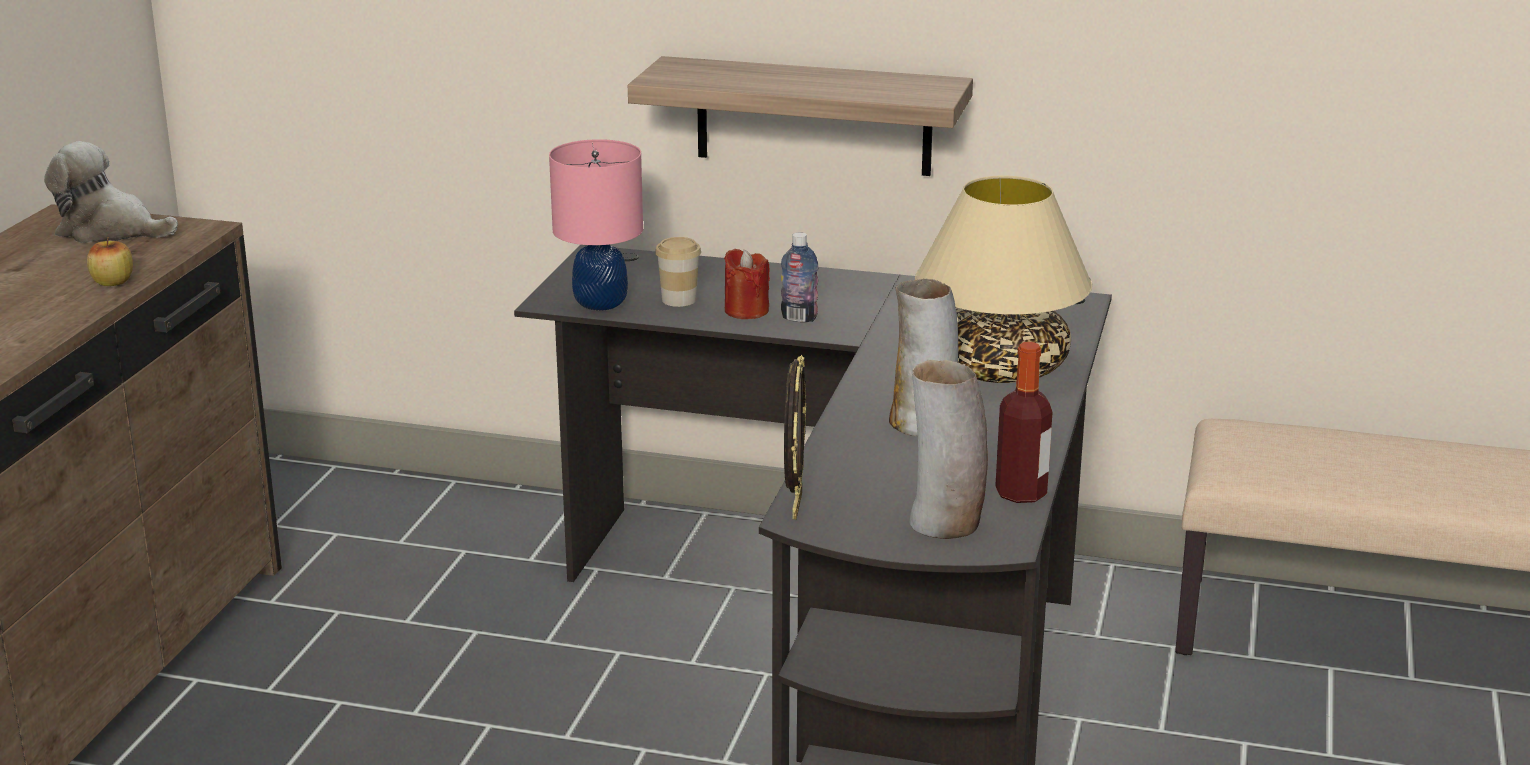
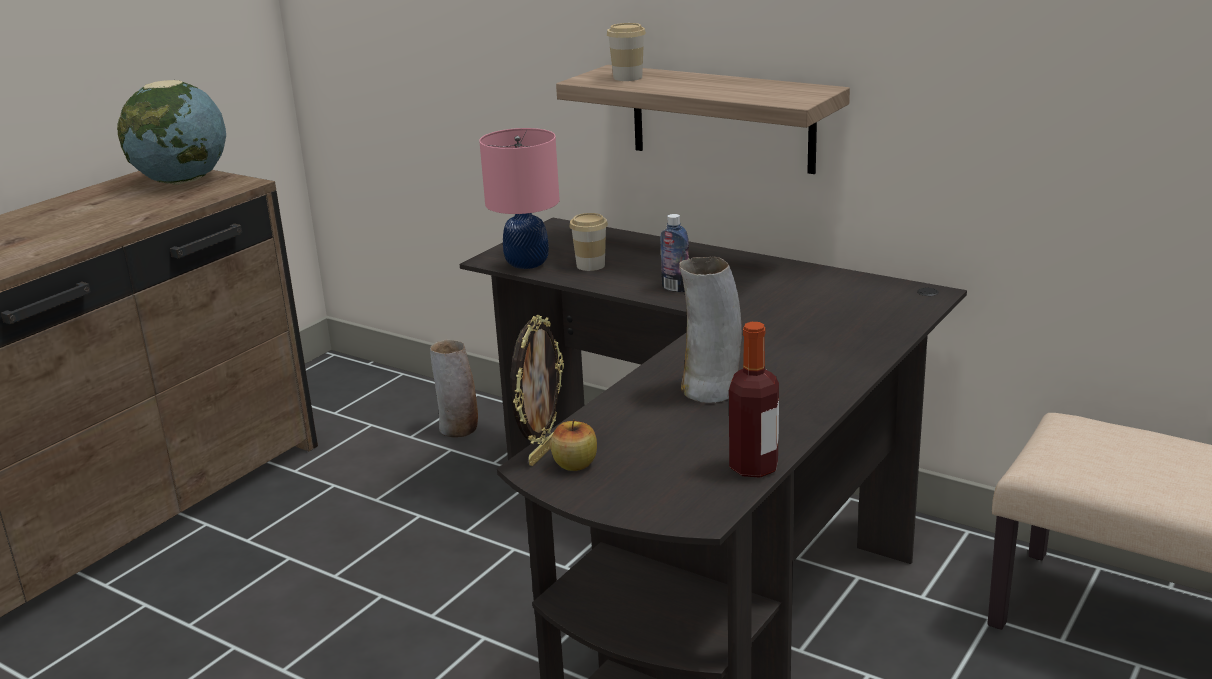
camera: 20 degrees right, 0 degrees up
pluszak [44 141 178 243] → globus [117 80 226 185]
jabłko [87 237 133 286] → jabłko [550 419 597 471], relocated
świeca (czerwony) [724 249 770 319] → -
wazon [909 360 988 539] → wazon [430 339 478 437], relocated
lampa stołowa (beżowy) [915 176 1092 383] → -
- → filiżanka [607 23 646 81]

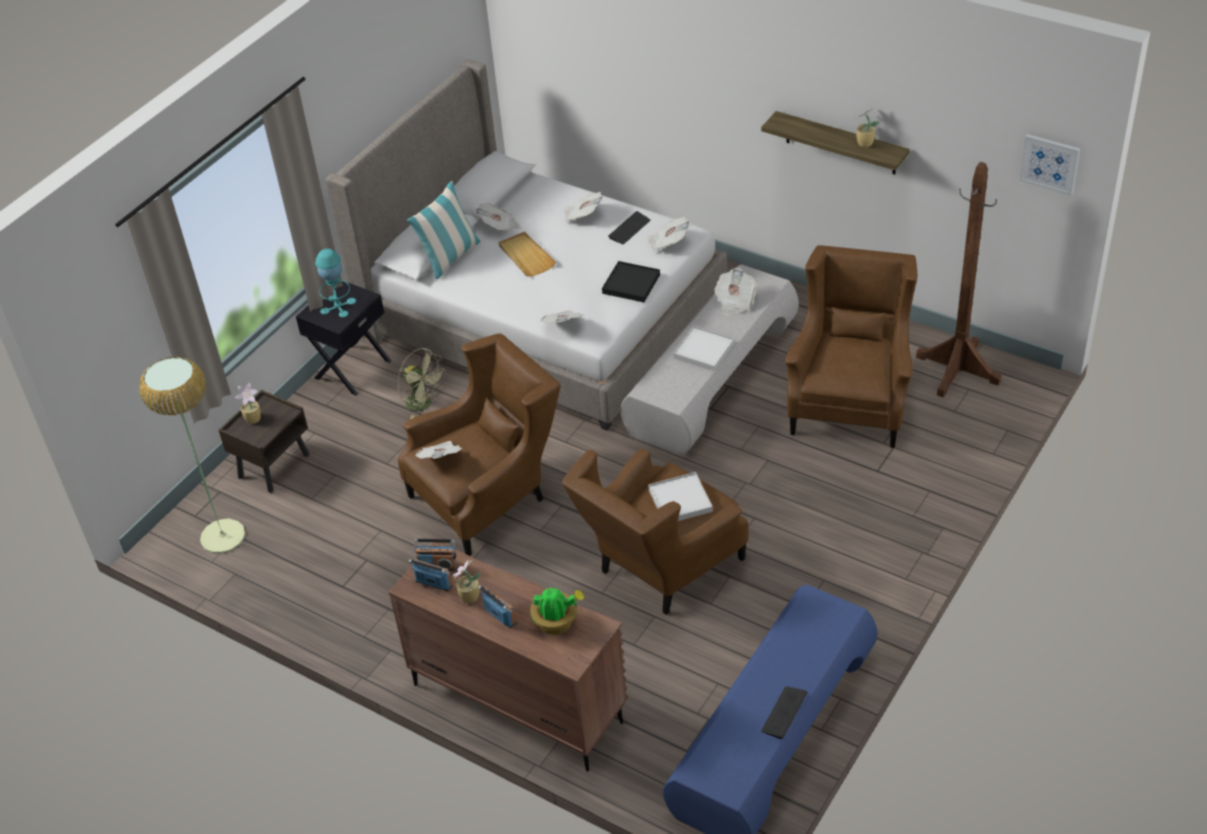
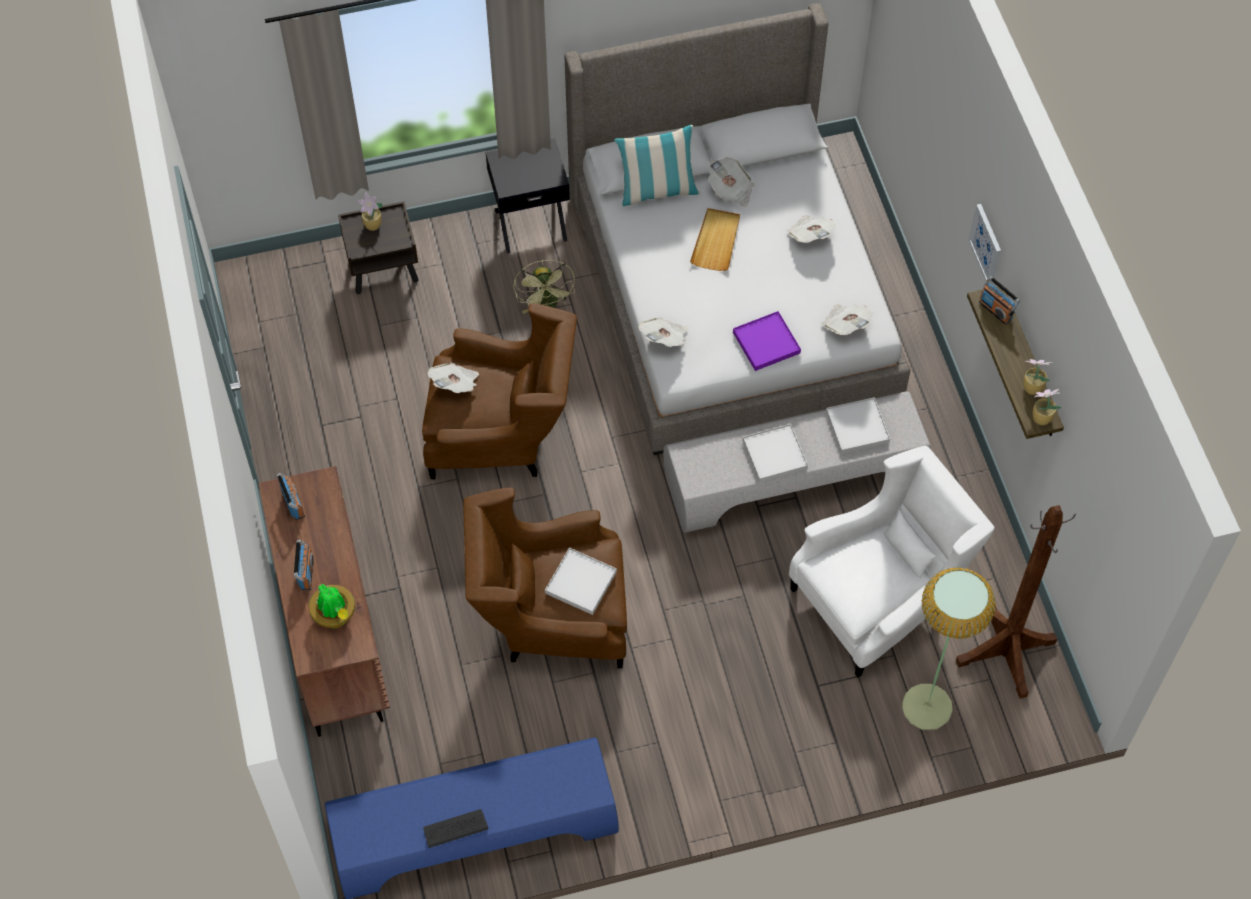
camera: 40 degrees right, 15 degrees up
lampa stojąca [139 357 246 554] → lampa stojąca [902 568 996 730], relocated
lampa stołowa (turkusowy) [315 249 356 317] → -
radio [414 539 457 571] → radio [979 276 1020 325], relocated
roślina doniczkowa [452 559 481 603] → roślina doniczkowa [1033 389 1062 425], relocated
taca (czarny) [602 261 660 302] → taca (fioletowy) [733 311 801 371]
klawiatura [608 211 650 244] → -
gazeta [714 268 757 316] → taca (biały) [826 397 890 454]
fotel (brązowy) [785 245 917 448] → fotel (biały) [789 446 995 677]
obraz [1020 134 1080 196] → obraz [968 204 1001 284], relocated

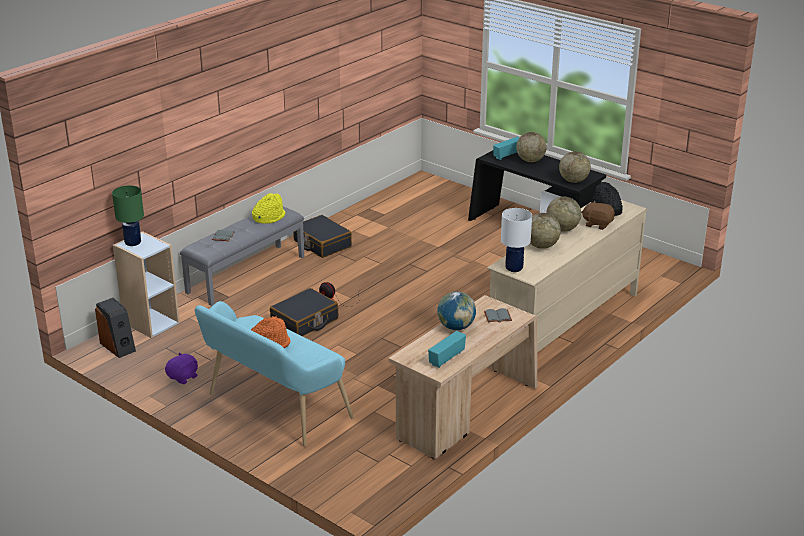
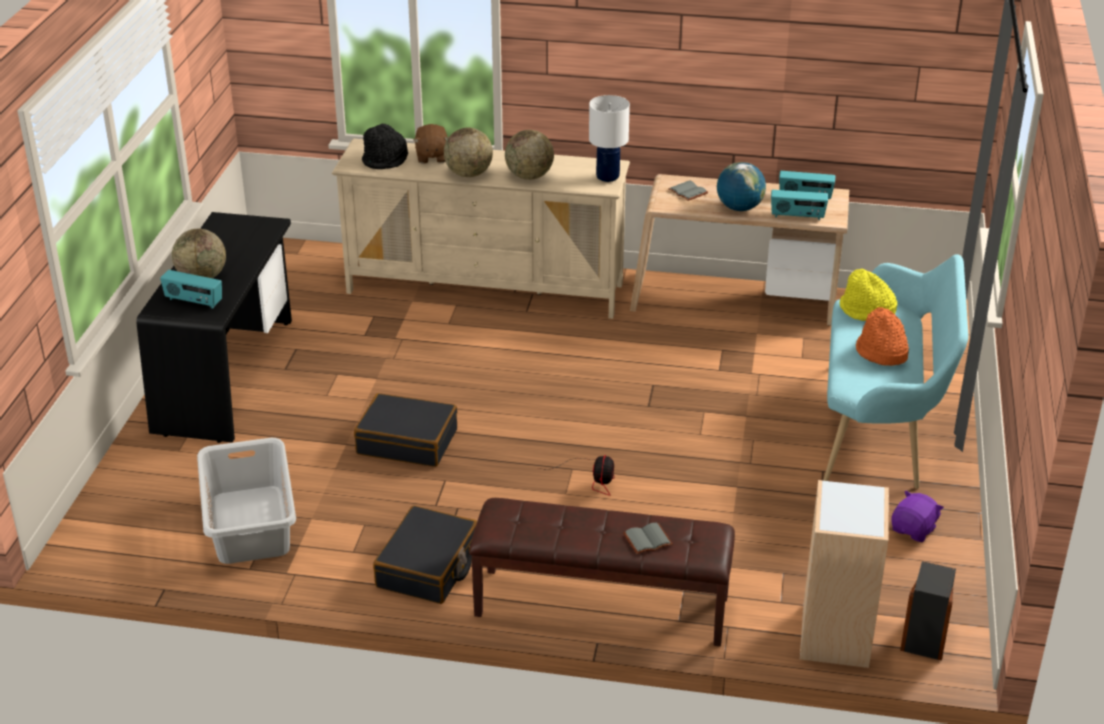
camera: 120 degrees left, 5 degrees up
lampa stołowa (zielony) [112 185 144 246] → -
pluszak (fioletowy) [165 353 198 384] → pluszak (fioletowy) [891 490 944 542], 120 degrees clockwise
ławka (szary) [180 207 304 306] → ławka (brązowy) [469 498 735 646]
kapelusz (żółty) [252 193 285 224] → kapelusz (żółty) [840 269 897 321], relocated
walizka (czarny) [270 288 338 336] → walizka (czarny) [354 393 457 467], relocated
globus [559 151 591 183] → -
- → kosz na pranie (szary) [197 438 296 564]
- → radio [771 190 828 220]

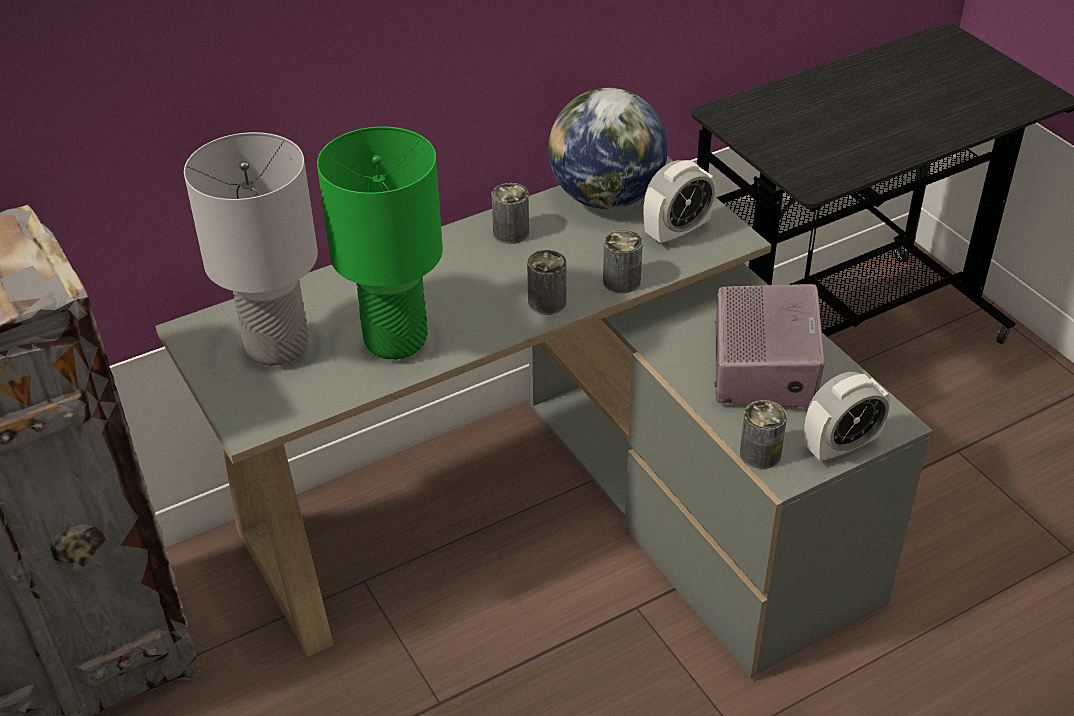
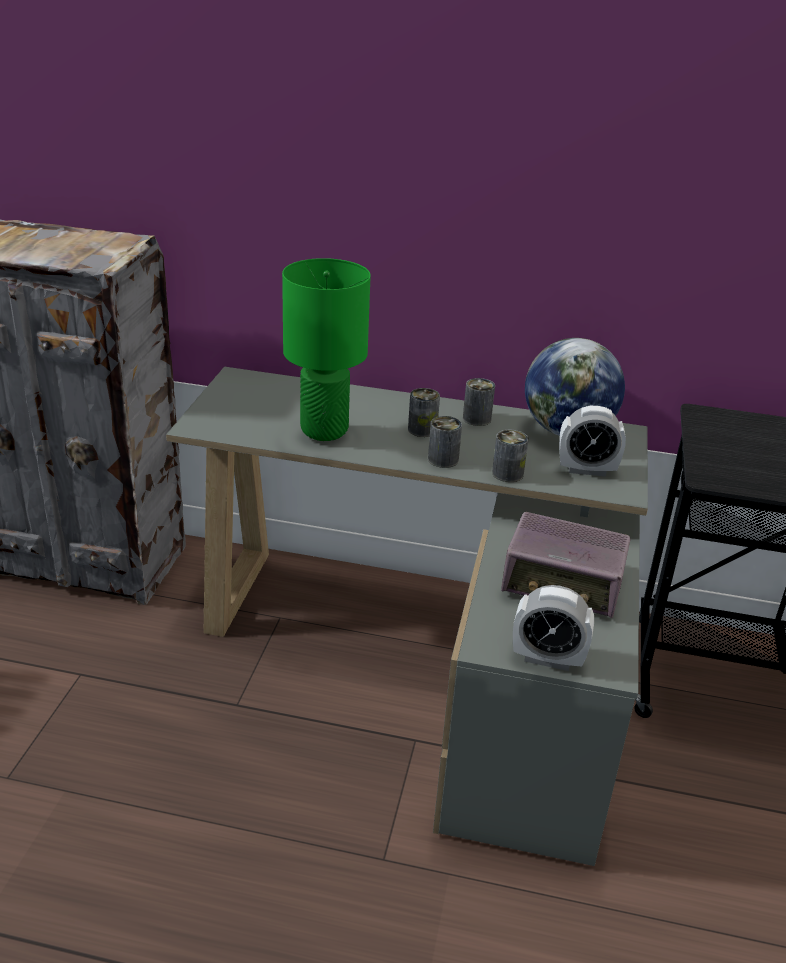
camera: 40 degrees right, 10 degrees down
lampa stołowa (szary) [184 132 318 366] → -
radio [715 284 825 408] → radio [501 512 631 618], 60 degrees clockwise
puszka [740 400 787 469] → puszka [408 388 440 437], relocated

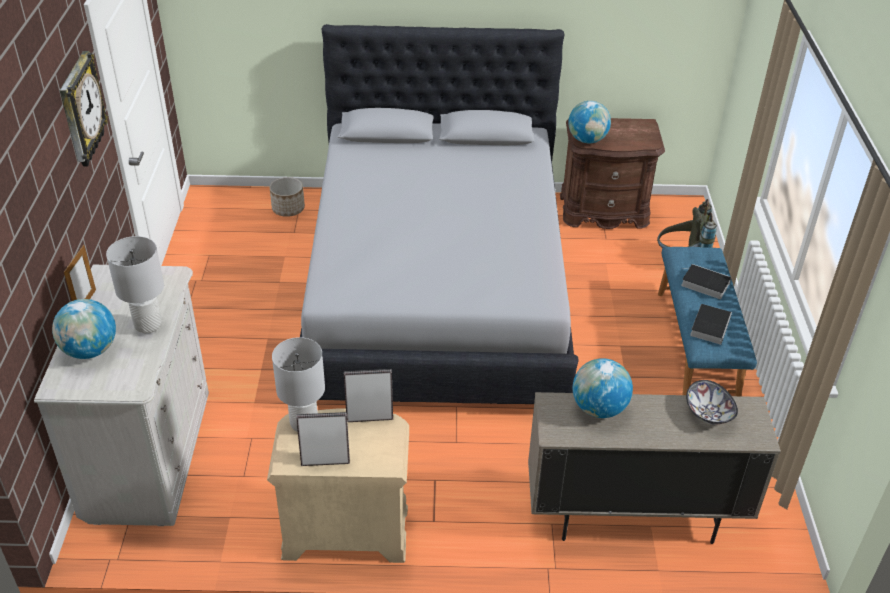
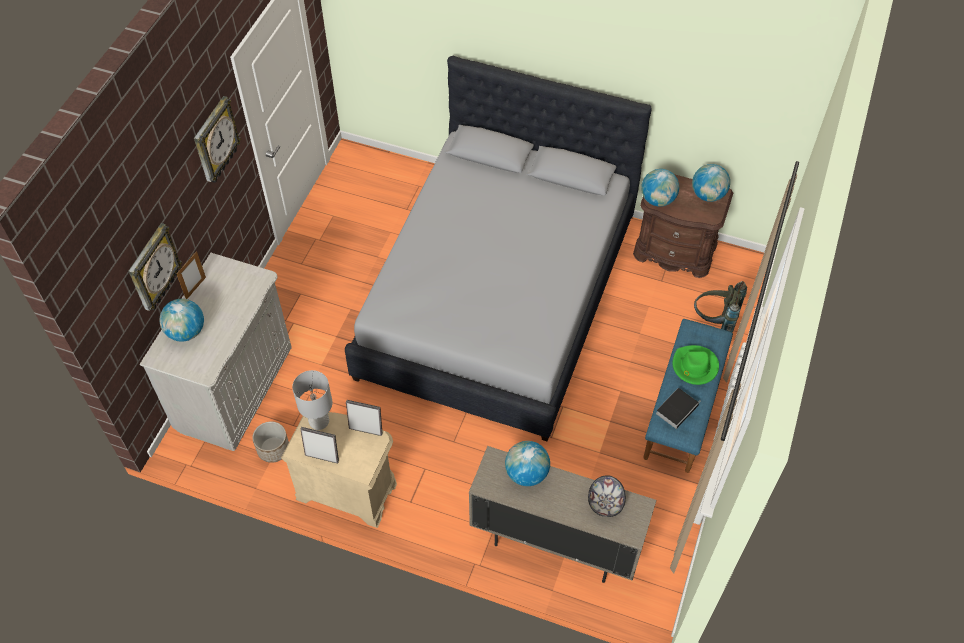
camera: 20 degrees right, 15 degrees up
lampa stołowa (szary) [106 236 164 334] → -
donica [270 177 305 217] → donica [252 421 289 463], relocated
książka [681 264 732 299] → kapelusz (zielony) [673 345 719 385]
- → zegar ścienny [128 223 182 311]
- → globus [692 164 730 202]

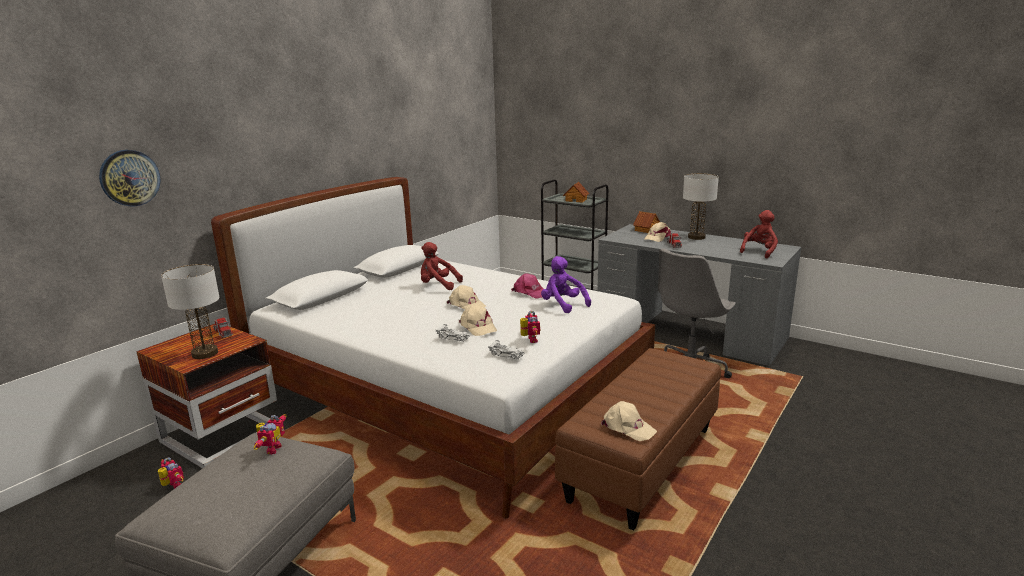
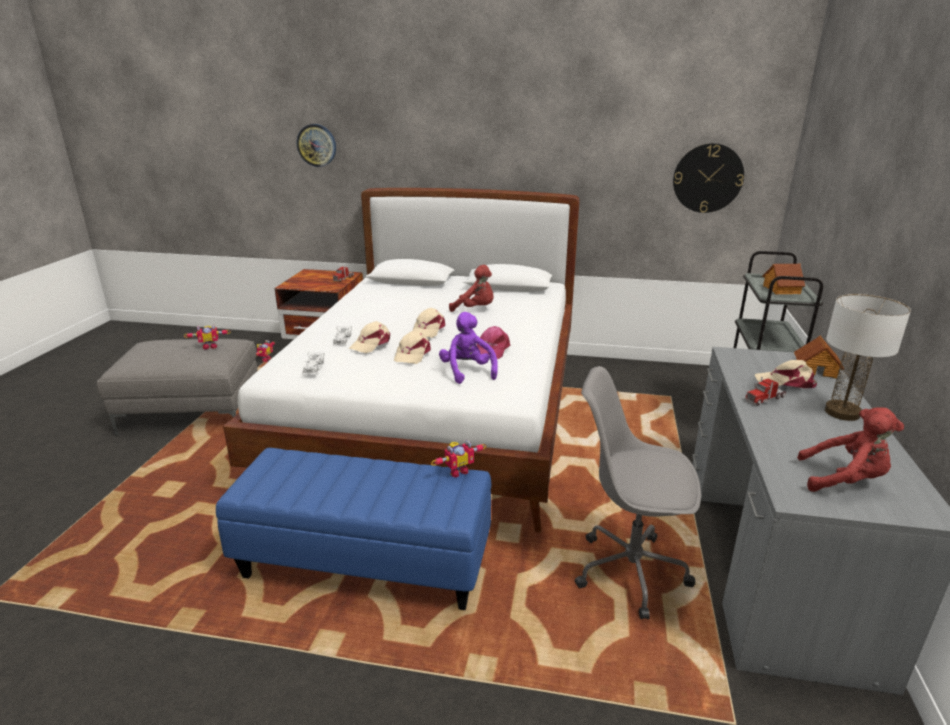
camera: 65 degrees right, 5 degrees up
lampa stołowa [161 264 219 359] → -
pluszak (czerwony) [421 242 463 290] → pluszak (czerwony) [449 265 493 312], 120 degrees clockwise
robot zabawkowy [520 311 540 343] → robot zabawkowy [431 440 486 478], relocated
pluszak (fioletowy) [541 256 591 313] → pluszak (fioletowy) [439 312 498 384], 45 degrees counterclockwise
pufa (brązowy) [555 348 721 531] → pufa (niebieski) [216 448 491 610]
czapka z daszkiem (beżowy) [601 401 657 441] → czapka z daszkiem (beżowy) [394 330 431 364], relocated
- → zegar ścienny [673 143 744 213]

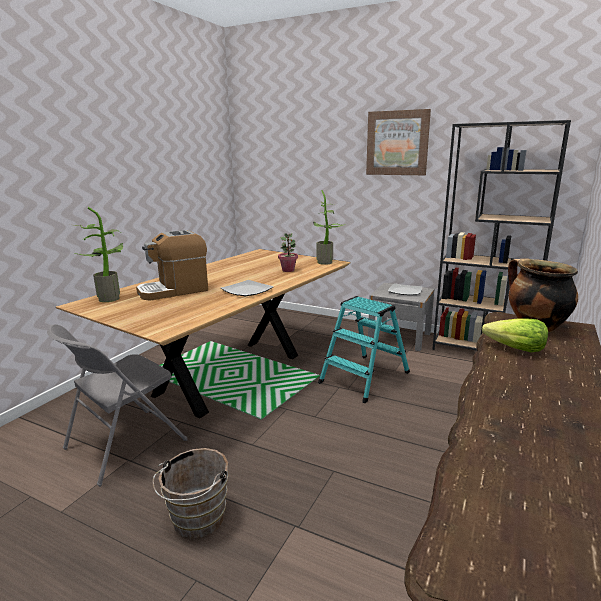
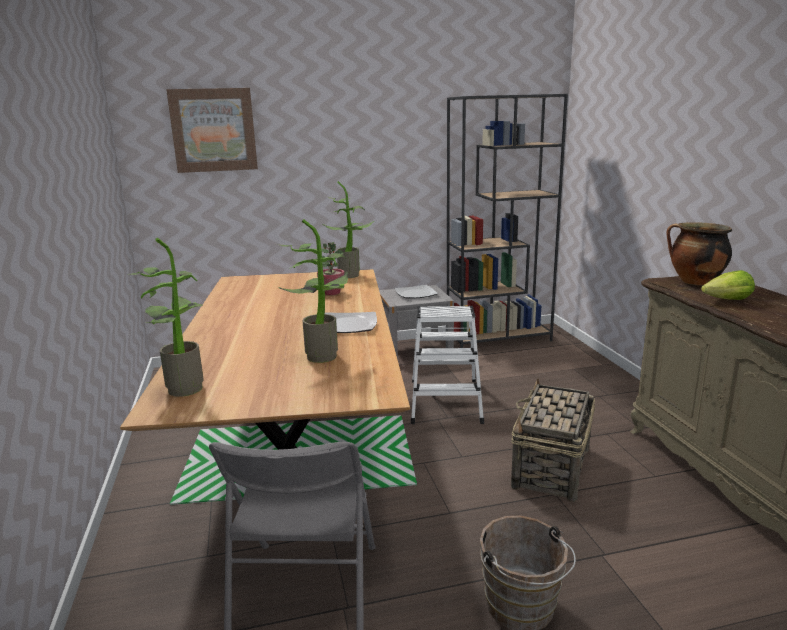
camera: 40 degrees left, 0 degrees up
ekspres do kawy [136 230 208 301] → -
drabinka (turkusowy) [318 296 410 403] → drabinka (biały) [411 306 484 424]
obraz [366 109 431 175] → obraz [166 88 258 173], relocated
- → roślina doniczkowa [277 219 348 363]
- → koszyk [511 378 595 502]

